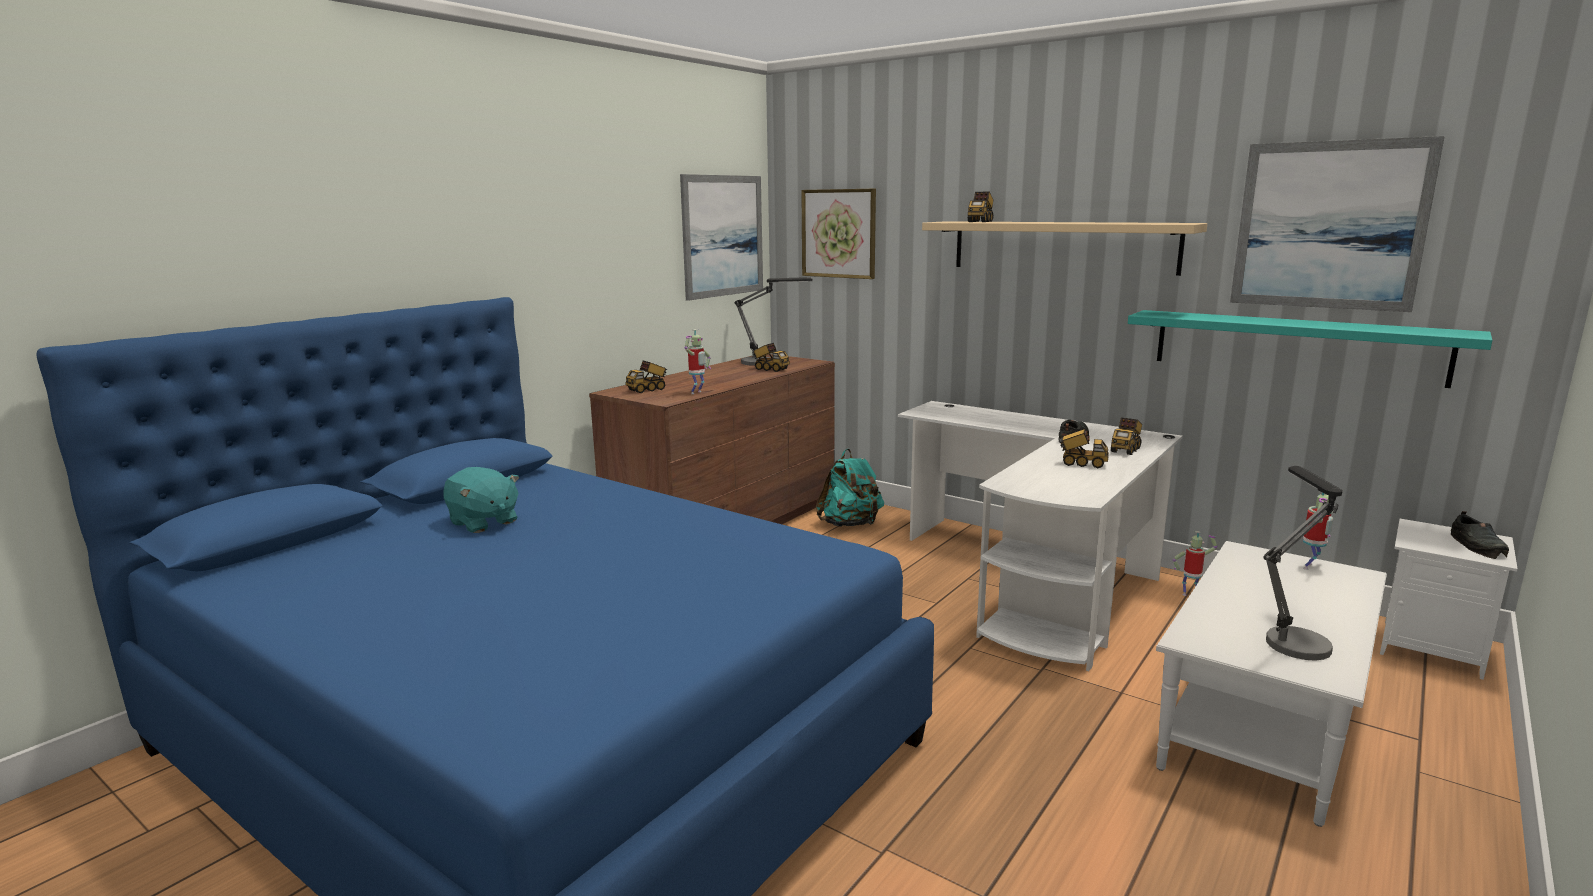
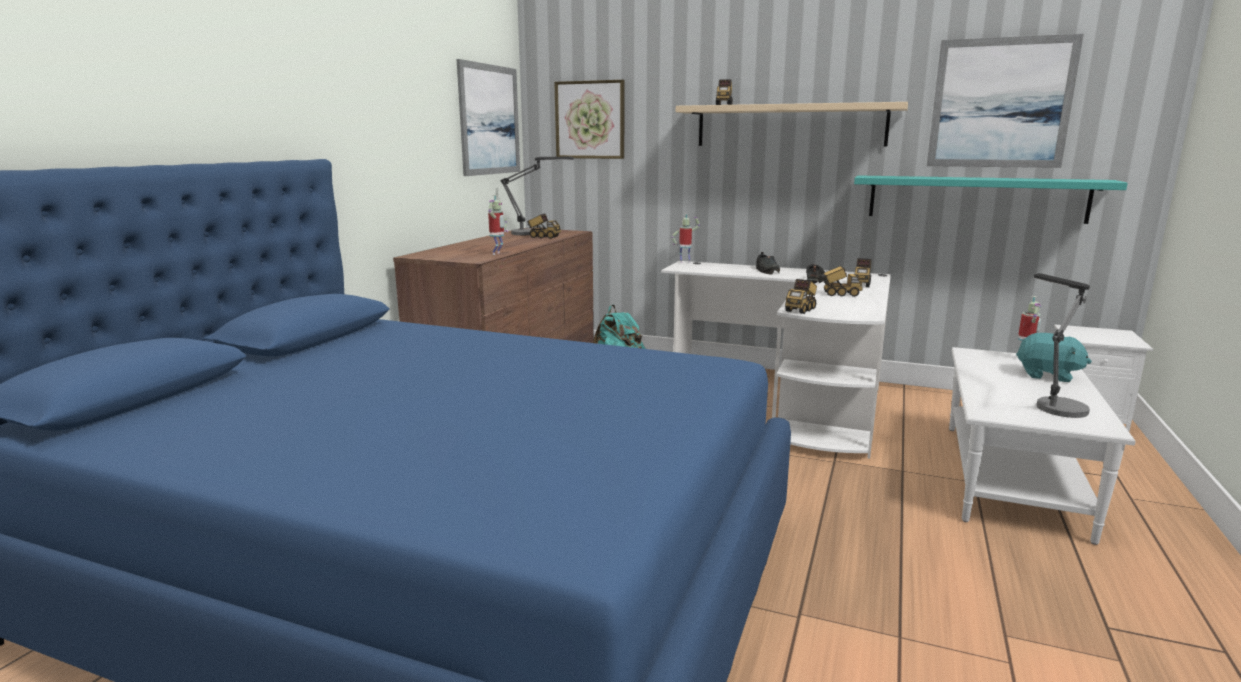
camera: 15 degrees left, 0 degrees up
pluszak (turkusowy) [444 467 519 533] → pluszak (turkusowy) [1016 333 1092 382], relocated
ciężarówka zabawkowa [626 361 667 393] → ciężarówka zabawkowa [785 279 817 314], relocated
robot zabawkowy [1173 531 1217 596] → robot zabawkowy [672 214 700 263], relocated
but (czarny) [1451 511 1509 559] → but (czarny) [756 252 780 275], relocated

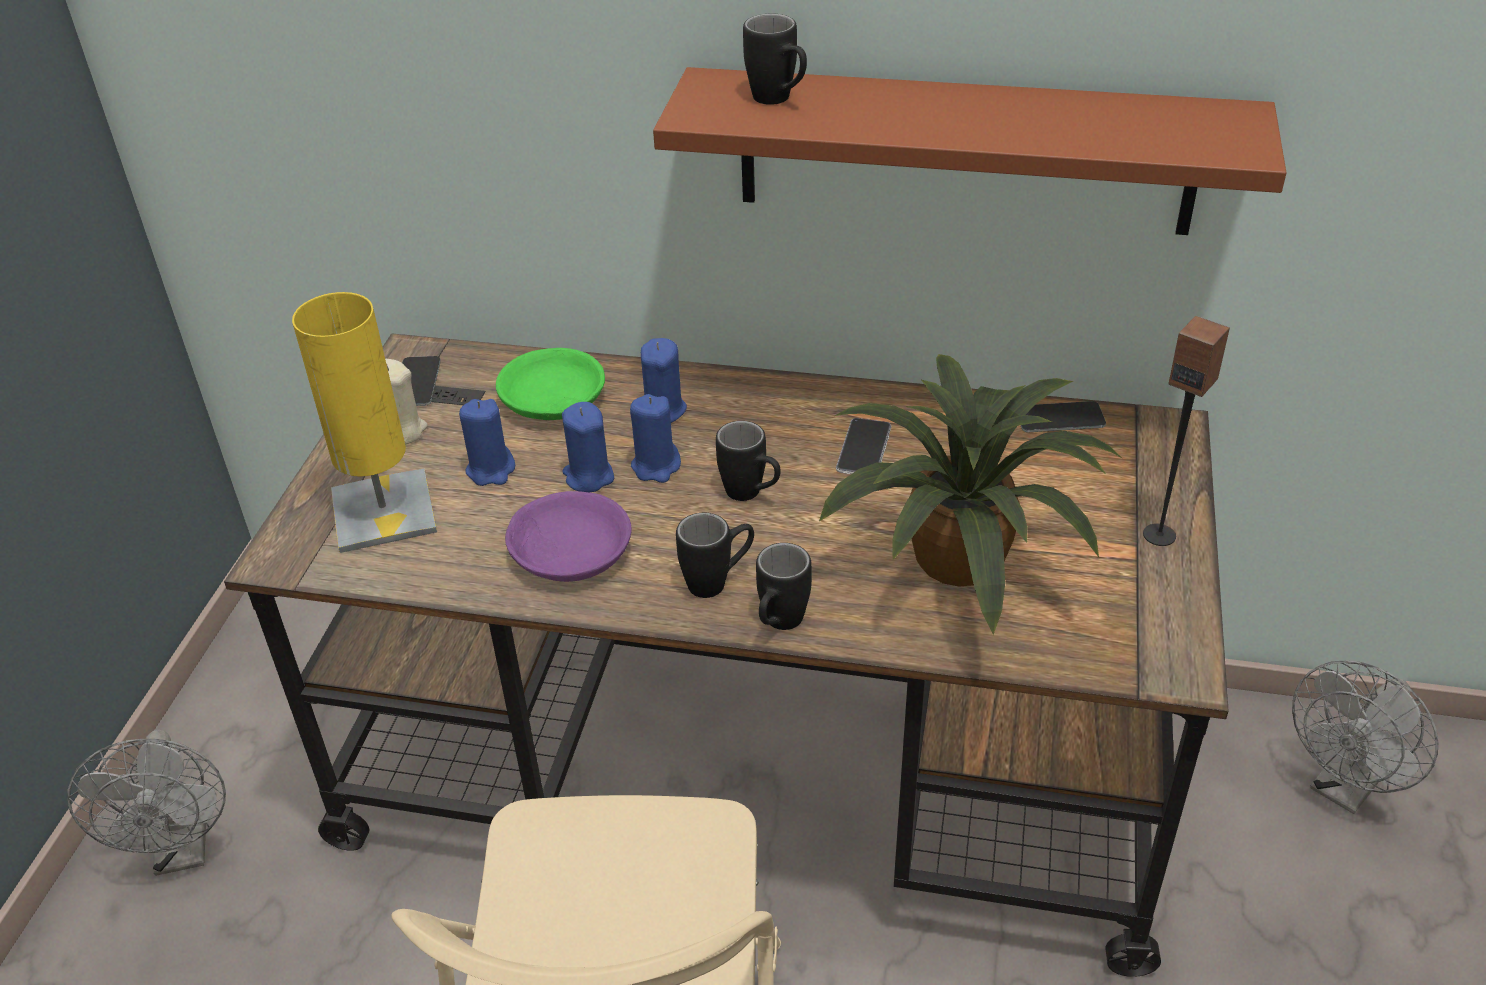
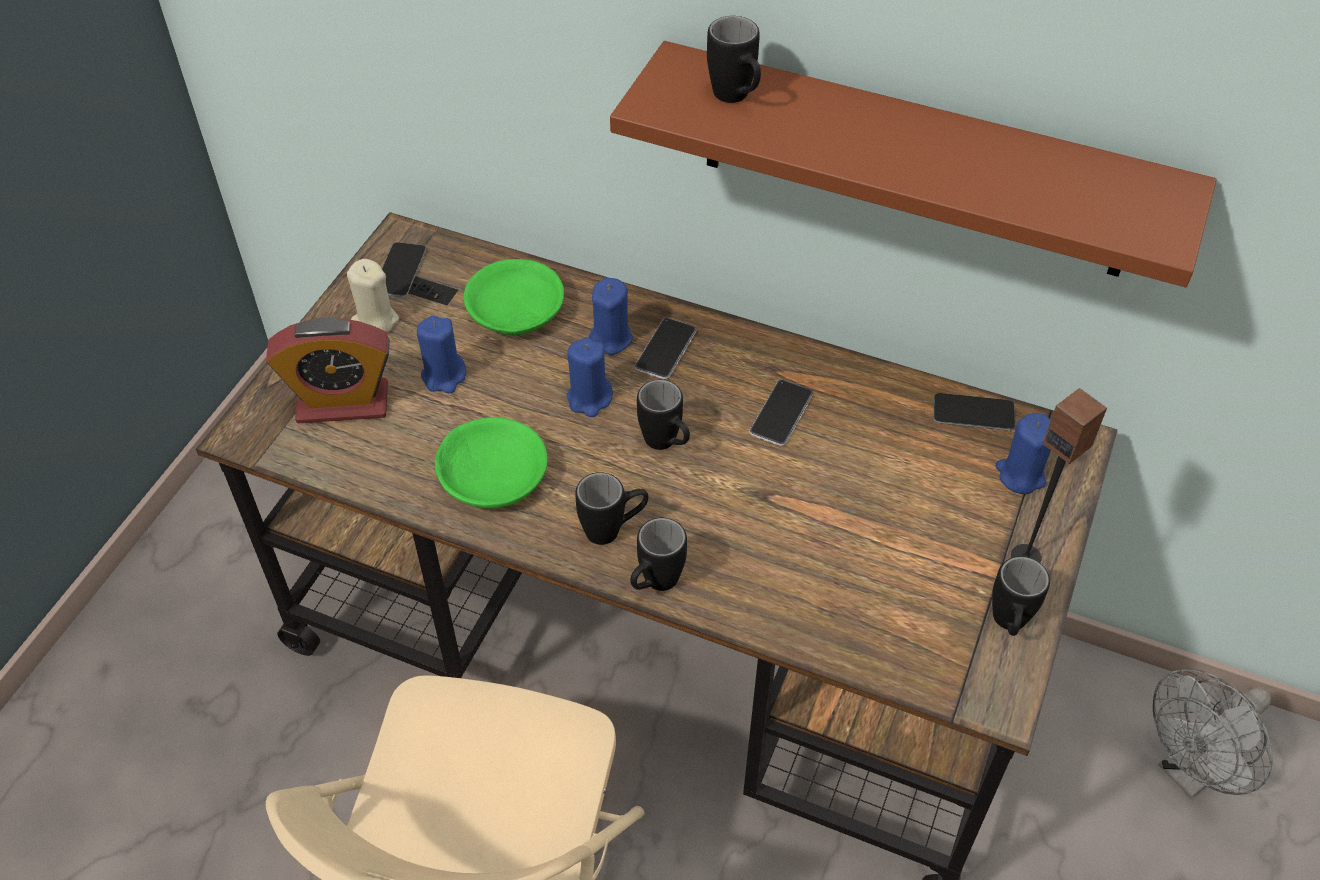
camera: 10 degrees right, 10 degrees up
wentylator (szary) [67 729 226 876] → -
lampa stołowa (żółty) [292 292 437 553] → budzik [266 317 390 423]
miska (fioletowy) [505 491 632 582] → miska (zielony) [435 417 548 508]
świeca (niebieski) [562 402 614 492] → świeca (niebieski) [995 413 1051 494], relocated
roślina doniczkowa [819 354 1123 635] → -
- → telefon [635 318 696 379]
- → kubek (czarny) [992 556 1050 636]

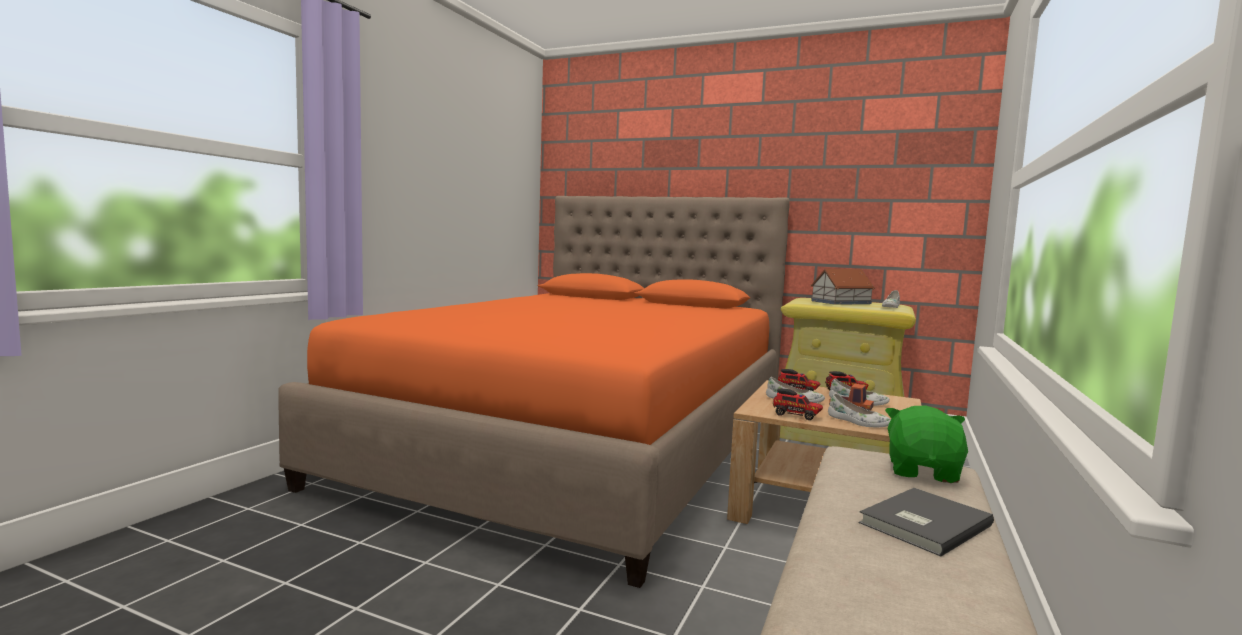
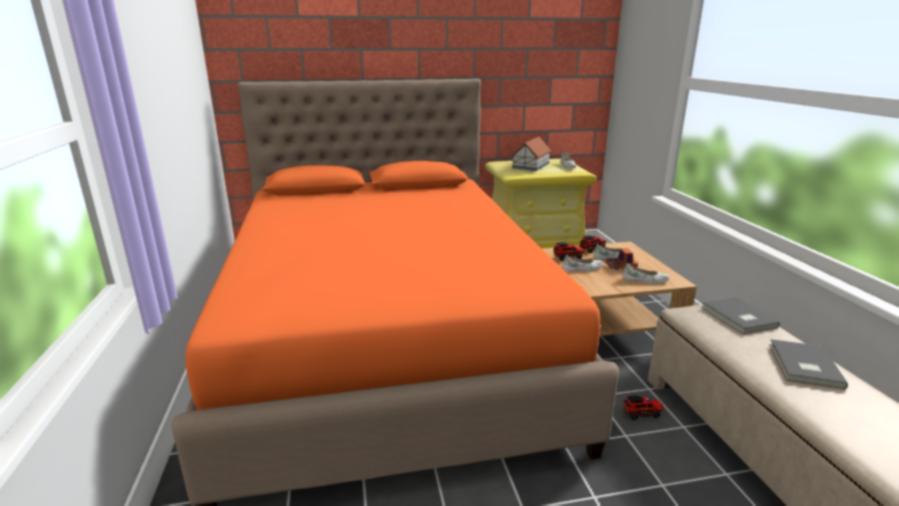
camera: 35 degrees left, 15 degrees up
ciężarówka zabawkowa [773 389 823 420] → ciężarówka zabawkowa [623 395 664 420], relocated
pluszak (zielony) [885 405 968 483] → książka (szary) [701 297 780 334]

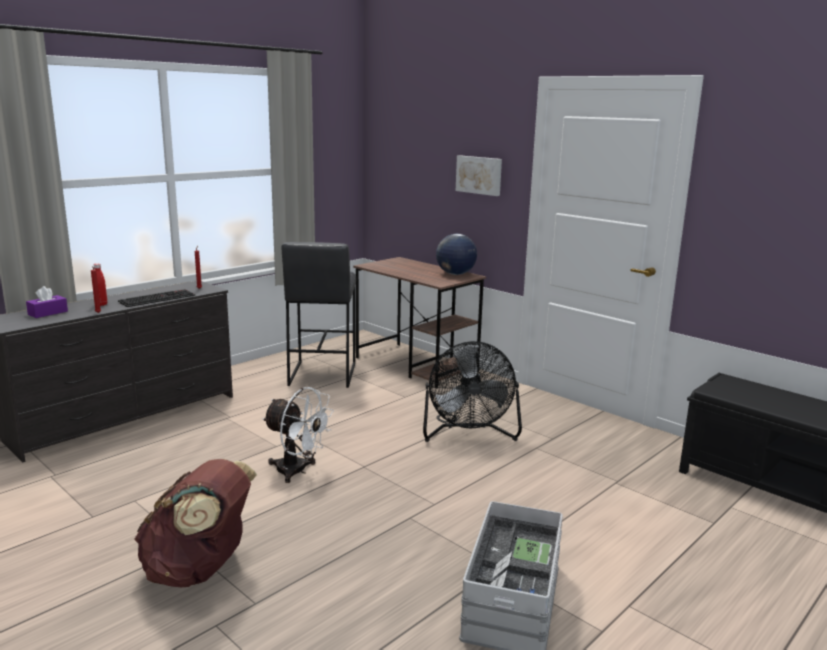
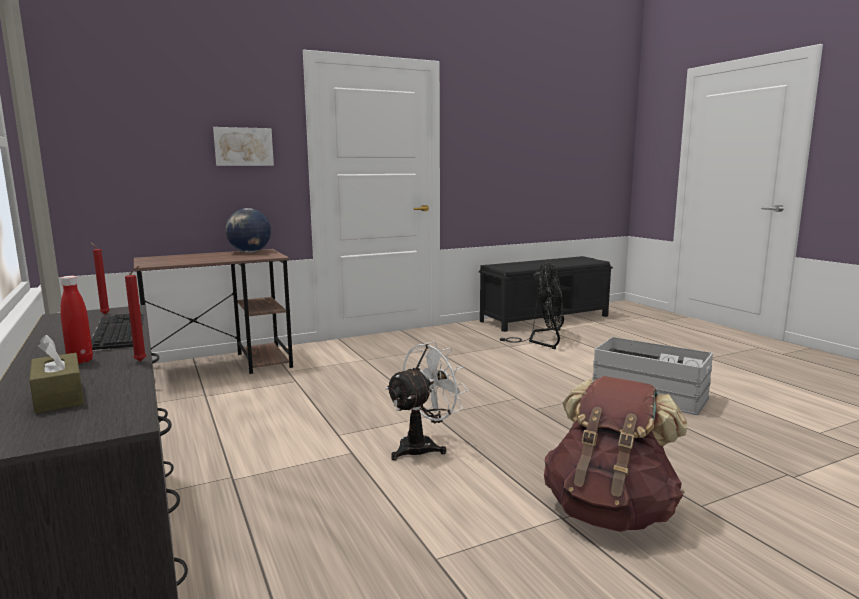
camera: 70 degrees left, 5 degrees down
pudełko chusteczek (fioletowy) [26 286 68 318] → pudełko chusteczek (brązowy) [29 335 84 413]
stołek (szary) [282 242 356 388] → -
wentylator (czarny) [423 341 522 442] → wentylator (czarny) [499 262 564 350], relocated

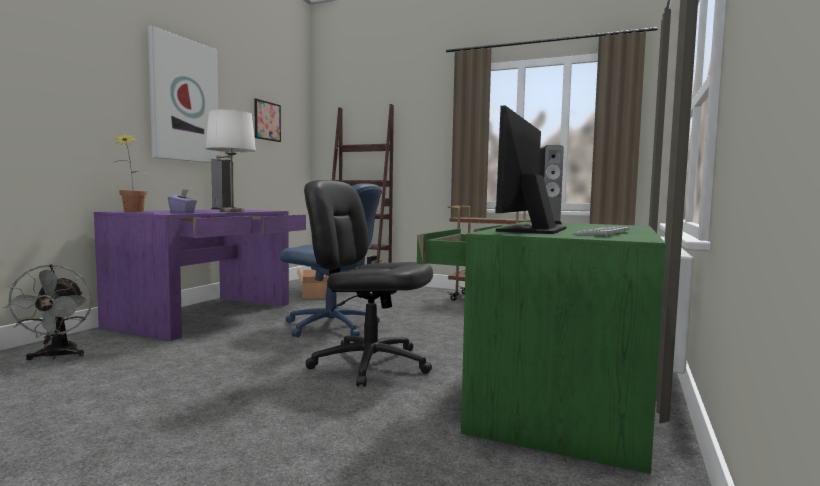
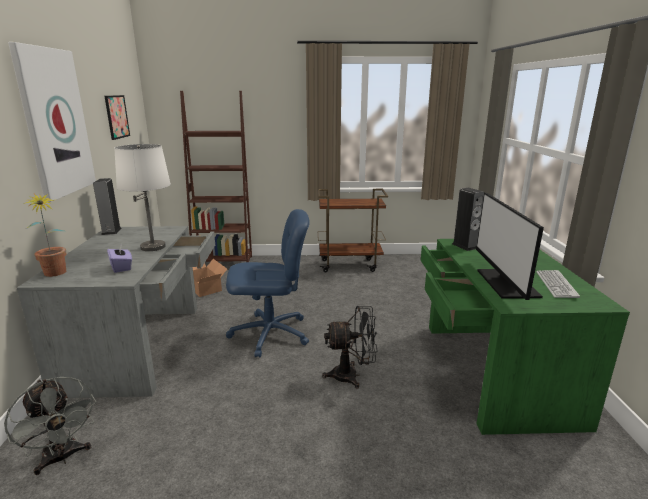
camera: 25 degrees left, 15 degrees up
biurko (fioletowy) [94 209 306 341] → biurko (szary) [17 226 215 398]
krzesło biurowe (czarny) [304 180 433 387] → wentylator (czarny) [322 306 377 389]

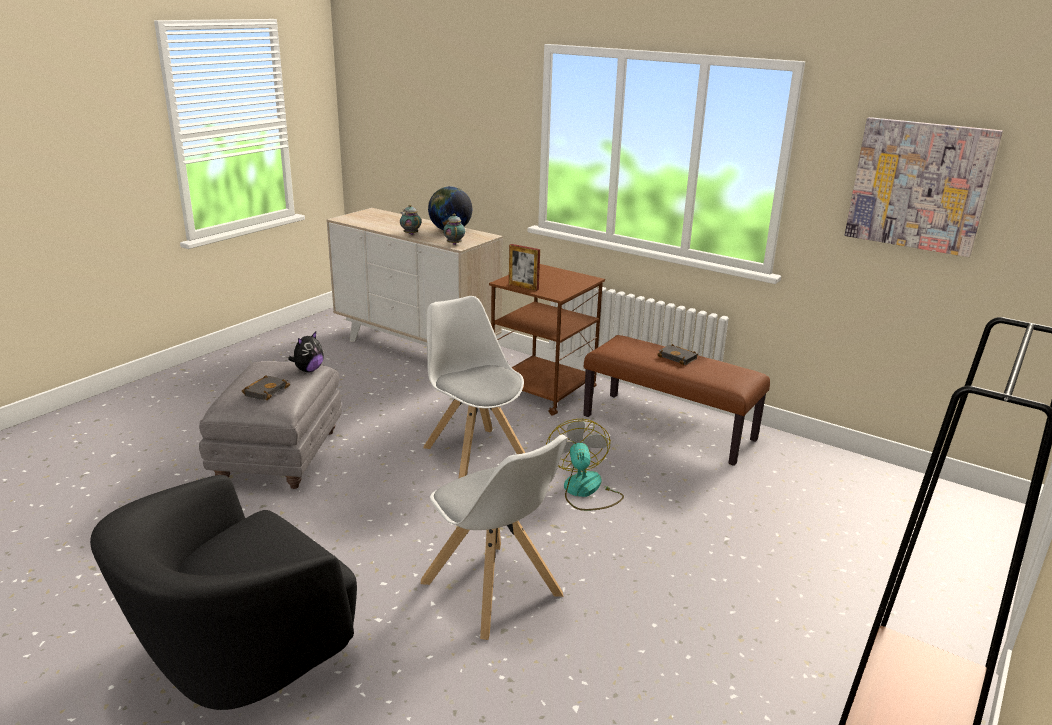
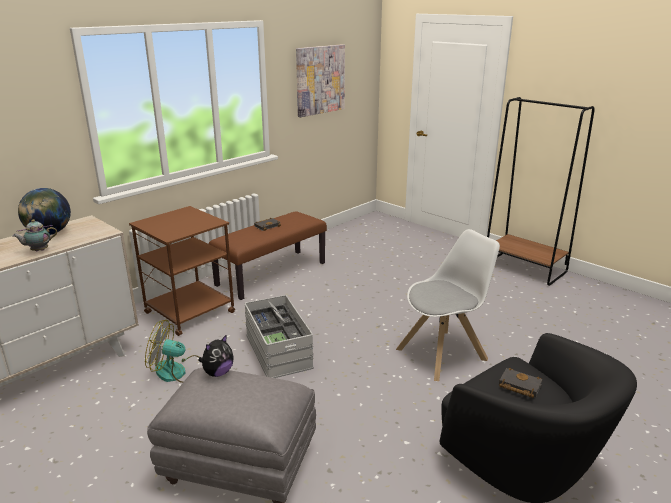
camera: 80 degrees left, 0 degrees up
książka (czarny) [242 375 290 401] → książka (czarny) [499 368 543 398], relocated
pluszak [288 331 324 372] → pluszak [198 334 234 377], 90 degrees clockwise
krzesło [423 296 525 479] → pojemnik do przechowywania (szary) [245 295 314 378]
imbryk [443 214 465 245] → -
ramka na zdjęcie [509 244 540 291] → -
wentylator [546 419 624 511] → wentylator [145 320 200 383], relocated

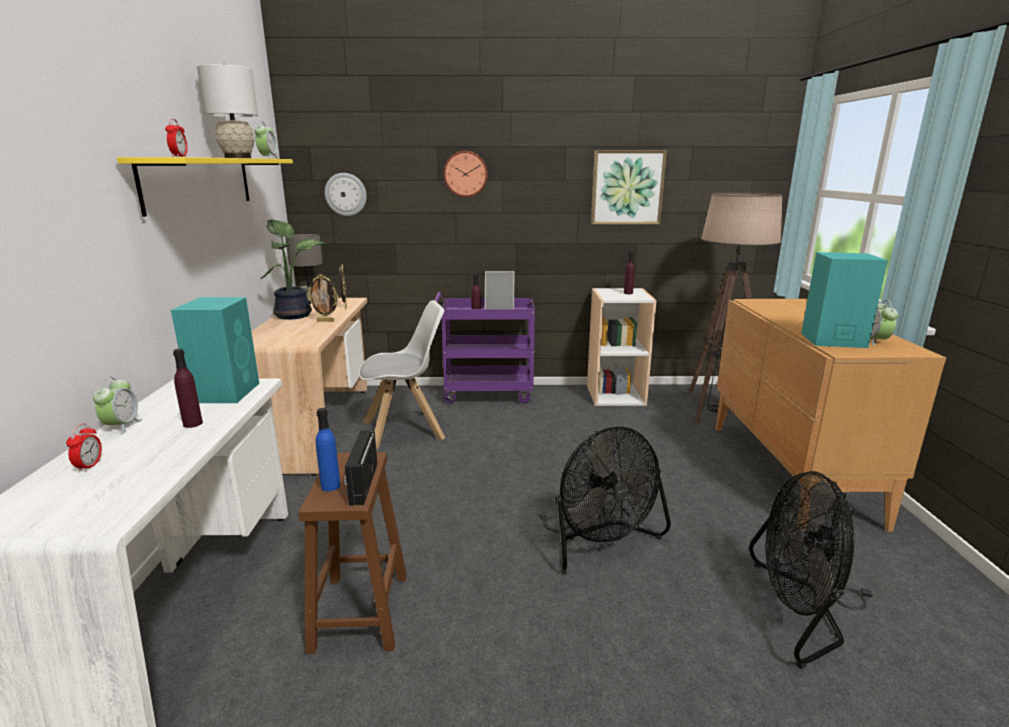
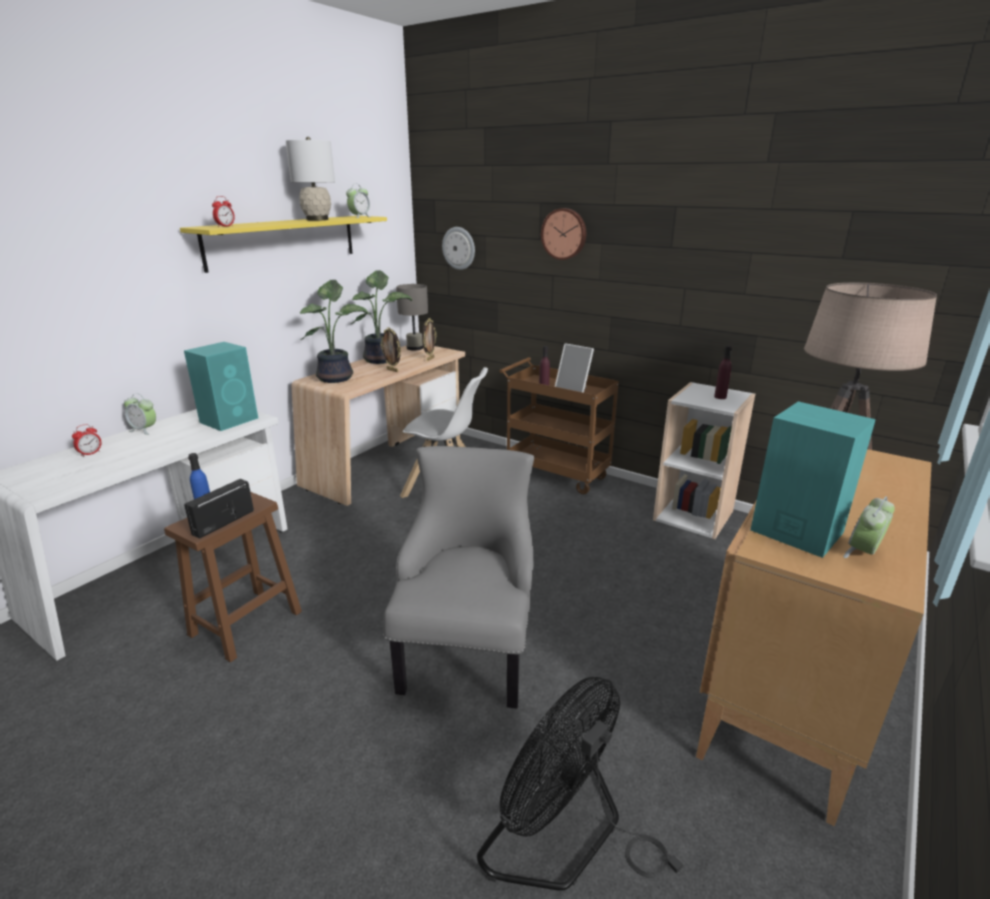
camera: 35 degrees right, 5 degrees up
budzik [93 377 142 435] → budzik [124 393 156 435], 75 degrees clockwise
butelka (fioletowy) [173 349 203 428] → -
wózek (fioletowy) [434 292 535 404] → wózek (brązowy) [499 357 619 494]
wentylator (czarny) [539 427 671 574] → krzesło (szary) [383 446 534 709]
obraz [591 150 667 225] → -
- → roślina doniczkowa [300 280 368 383]

